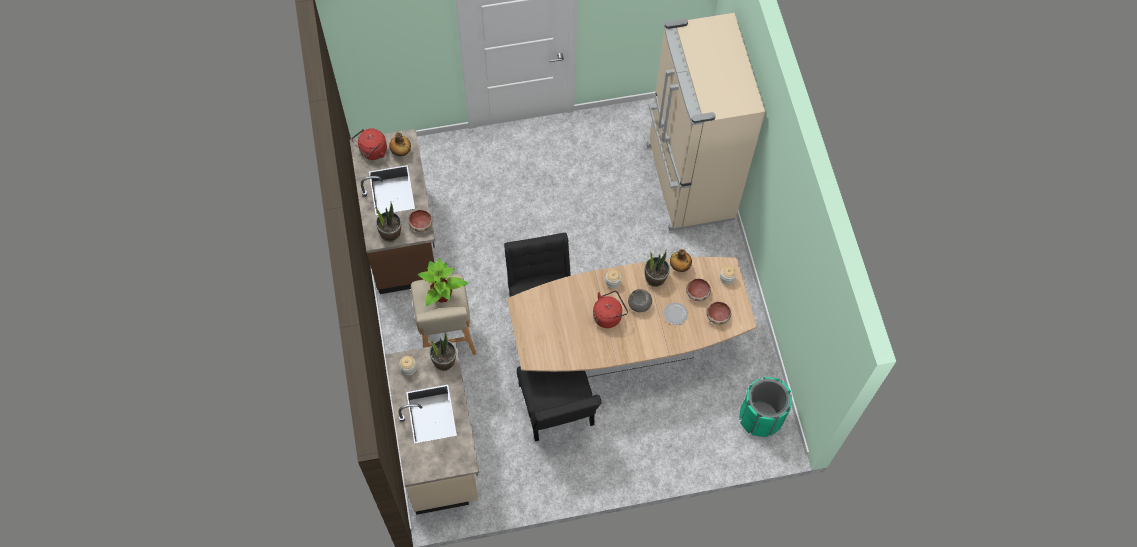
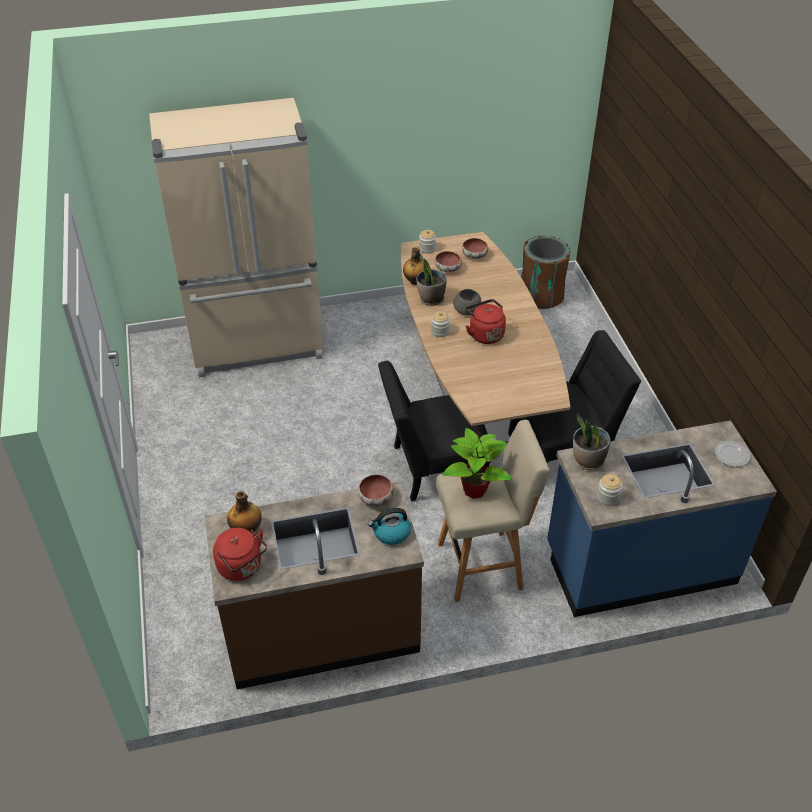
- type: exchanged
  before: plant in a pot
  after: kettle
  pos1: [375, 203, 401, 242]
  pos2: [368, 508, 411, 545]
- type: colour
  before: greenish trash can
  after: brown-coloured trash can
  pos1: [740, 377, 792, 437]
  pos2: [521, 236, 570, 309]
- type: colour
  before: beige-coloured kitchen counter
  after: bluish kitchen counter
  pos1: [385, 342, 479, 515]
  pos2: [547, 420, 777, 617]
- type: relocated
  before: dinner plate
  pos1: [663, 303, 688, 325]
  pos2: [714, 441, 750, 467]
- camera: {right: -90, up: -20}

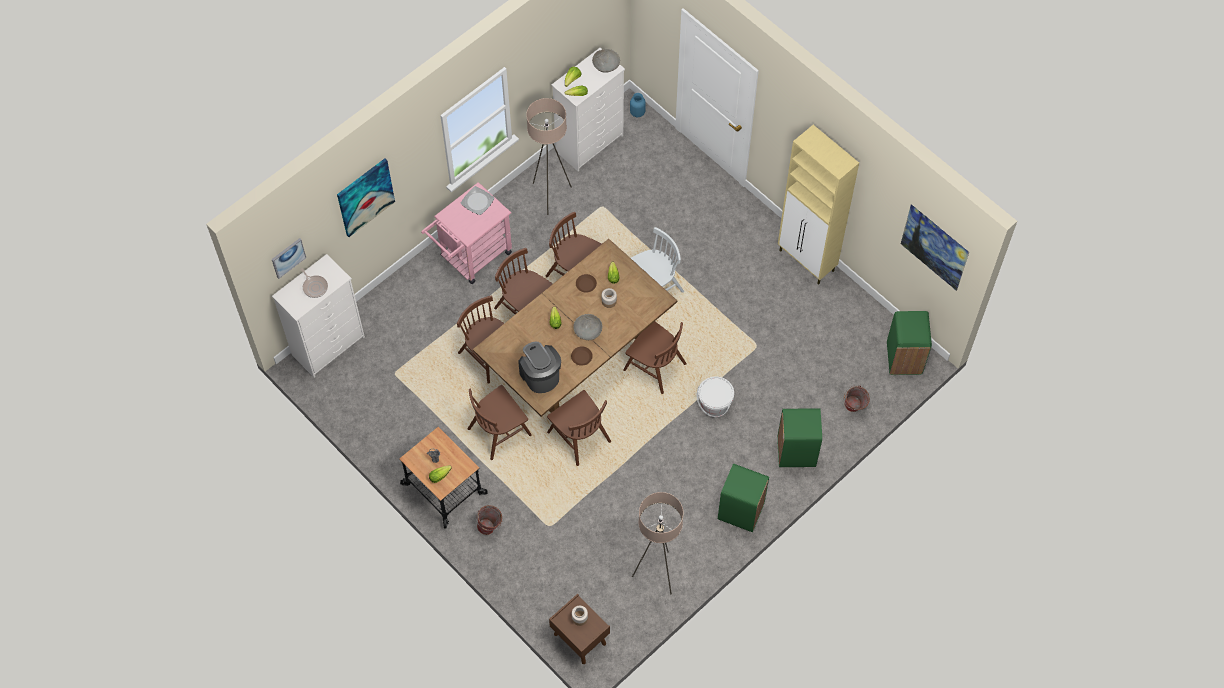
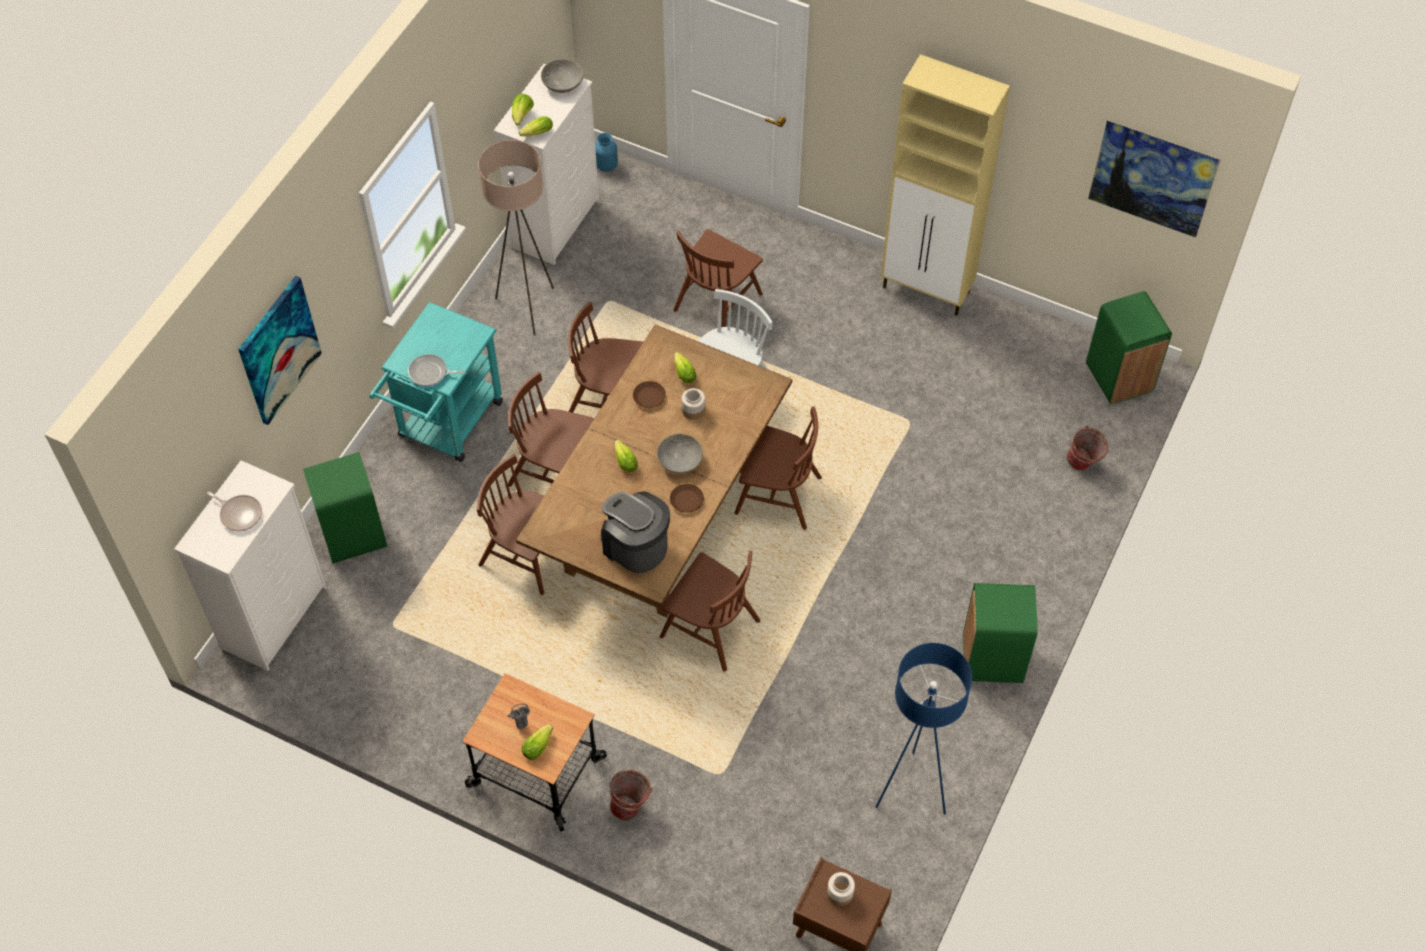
- type: relocated
  before: greenish trash can
  pos1: [777, 408, 822, 467]
  pos2: [303, 452, 387, 563]
- type: colour
  before: pink-coloured trolley
  after: turquoise trolley
  pos1: [421, 182, 512, 284]
  pos2: [369, 302, 503, 462]
- type: appeared
  after: frying pan
  pos2: [408, 354, 466, 387]
- type: relocated
  before: brown-coloured plain chair
  pos1: [468, 385, 532, 460]
  pos2: [673, 229, 763, 327]
- type: colour
  before: beige-coloured floor lamp
  after: bluish floor lamp
  pos1: [632, 492, 684, 594]
  pos2: [876, 643, 972, 815]
- type: missing
  before: wall art
  pos1: [272, 238, 306, 279]
- type: missing
  before: dinner plate
  pos1: [460, 186, 495, 215]
- type: missing
  before: whitish water bucket
  pos1: [697, 376, 734, 417]
- camera: {right: -20, up: -5}

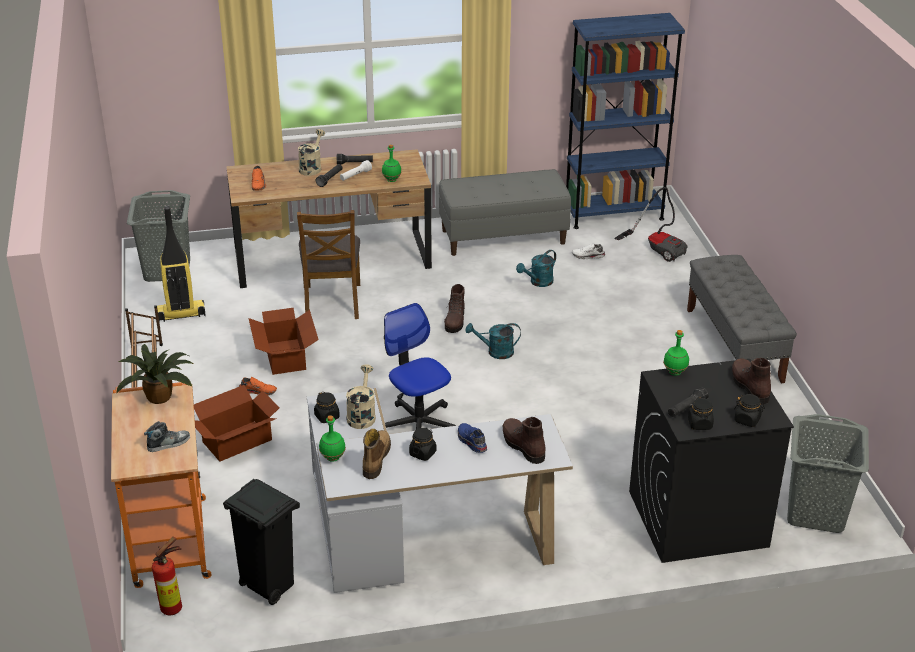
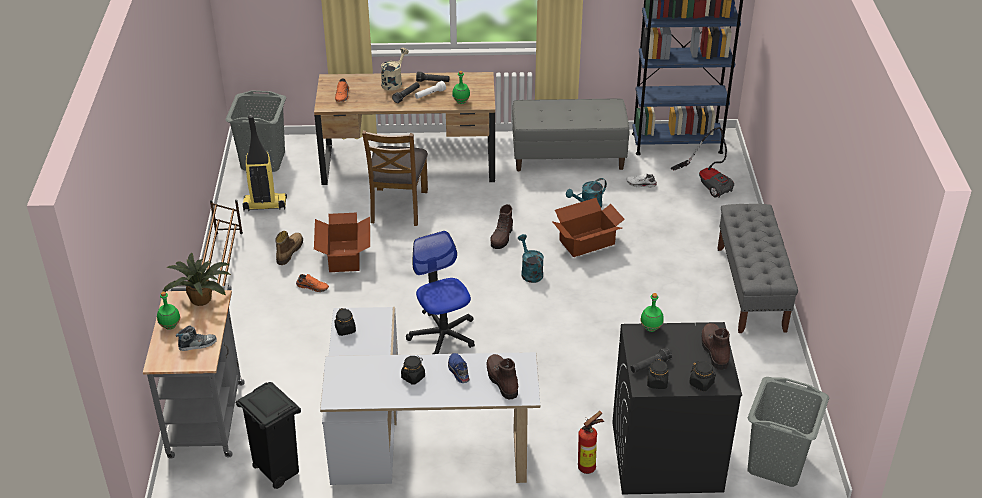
- type: colour
  before: orangey trolley
  after: gray trolley
  pos1: [111, 382, 211, 588]
  pos2: [143, 284, 245, 459]
- type: relocated
  before: greenish beverage bottle
  pos1: [319, 415, 346, 462]
  pos2: [157, 291, 180, 330]
- type: relocated
  before: tall boot
  pos1: [363, 429, 391, 479]
  pos2: [275, 231, 303, 265]
- type: spun
  before: turquoise sprinkling can
  pos1: [465, 323, 521, 359]
  pos2: [518, 234, 544, 283]
  turn: 60
- type: relocated
  before: carton
  pos1: [194, 385, 280, 461]
  pos2: [552, 198, 625, 257]
- type: relocated
  before: fire extinguisher
  pos1: [152, 536, 182, 615]
  pos2: [578, 411, 605, 474]
- type: missing
  before: beige-coloured sprinkling can
  pos1: [346, 364, 376, 429]
- camera: {right: 10, up: 5}

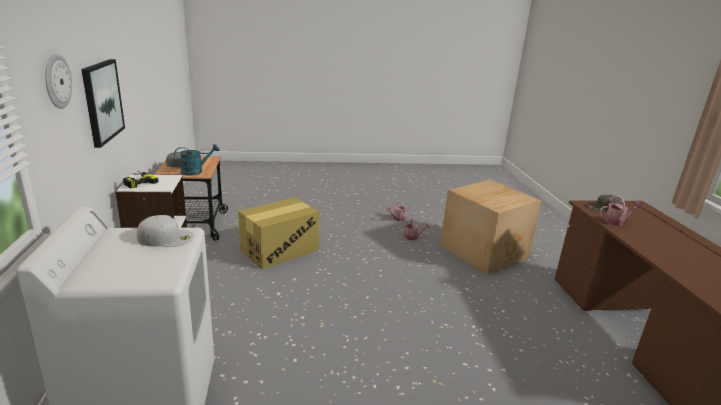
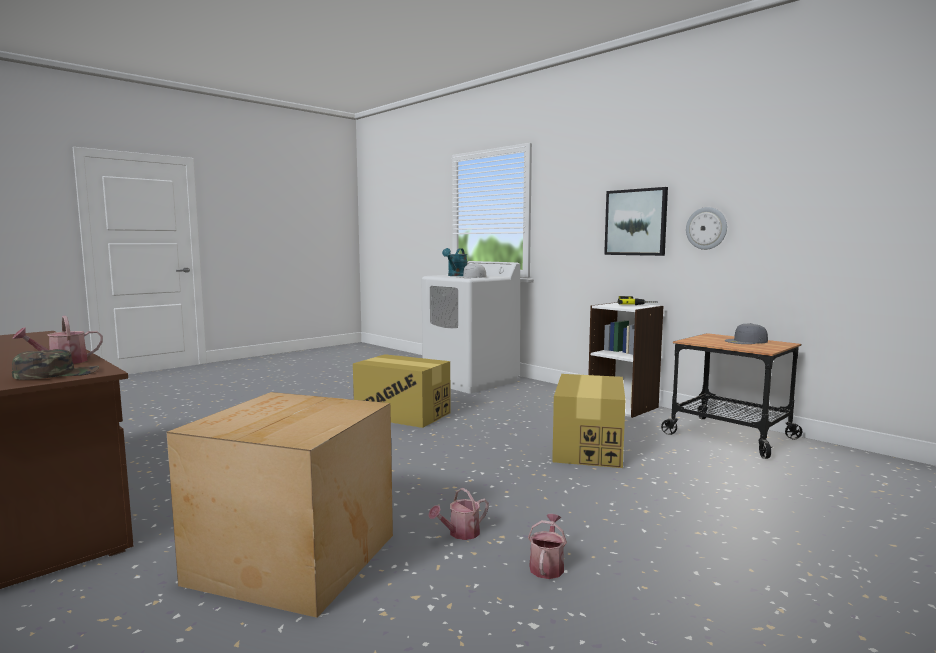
- type: appeared
  after: carton
  pos2: [353, 354, 451, 428]
- type: relocated
  before: turquoise sprinkling can
  pos1: [174, 144, 219, 176]
  pos2: [442, 248, 467, 276]
- type: relocated
  before: clock on the wall
  pos1: [45, 54, 72, 109]
  pos2: [686, 207, 727, 250]
- camera: {right: 145, up: -15}

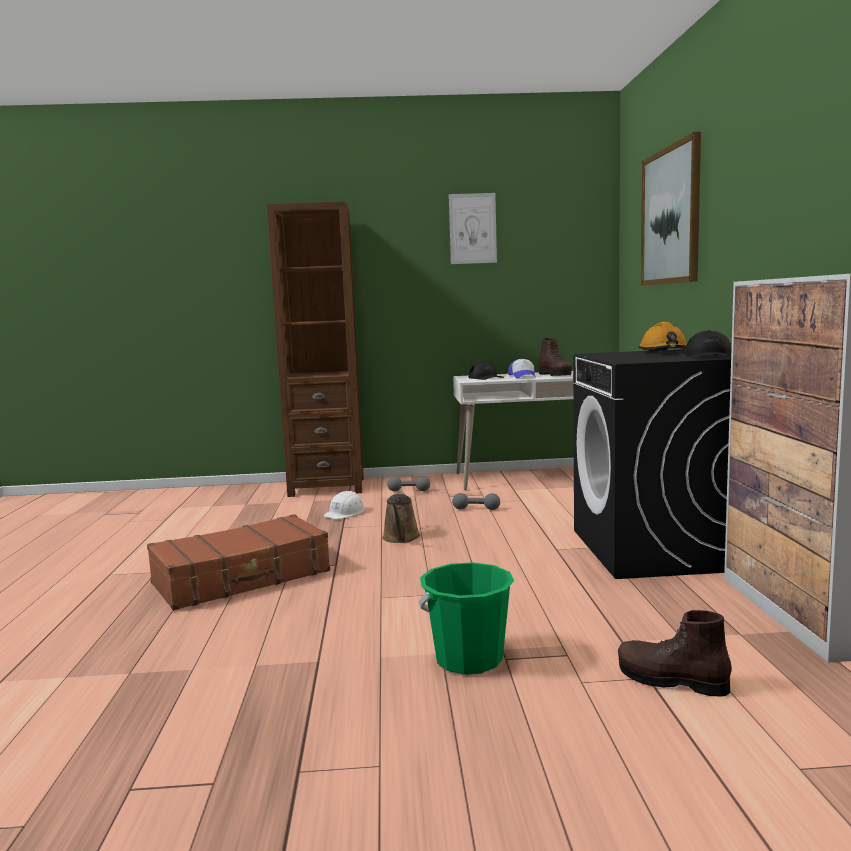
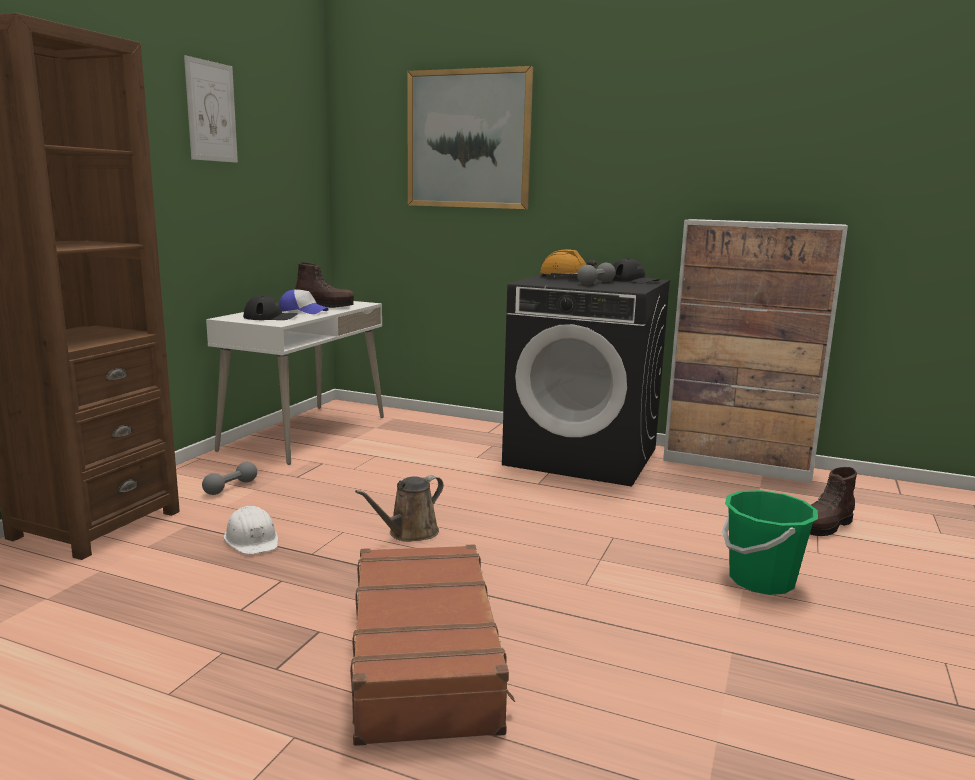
- type: spun
  before: brown-coloured sprinkling can
  pos1: [382, 493, 420, 543]
  pos2: [355, 475, 443, 542]
  turn: 105
- type: relocated
  before: gray hand weight
  pos1: [452, 493, 500, 510]
  pos2: [577, 263, 616, 285]
- camera: {right: -65, up: 5}

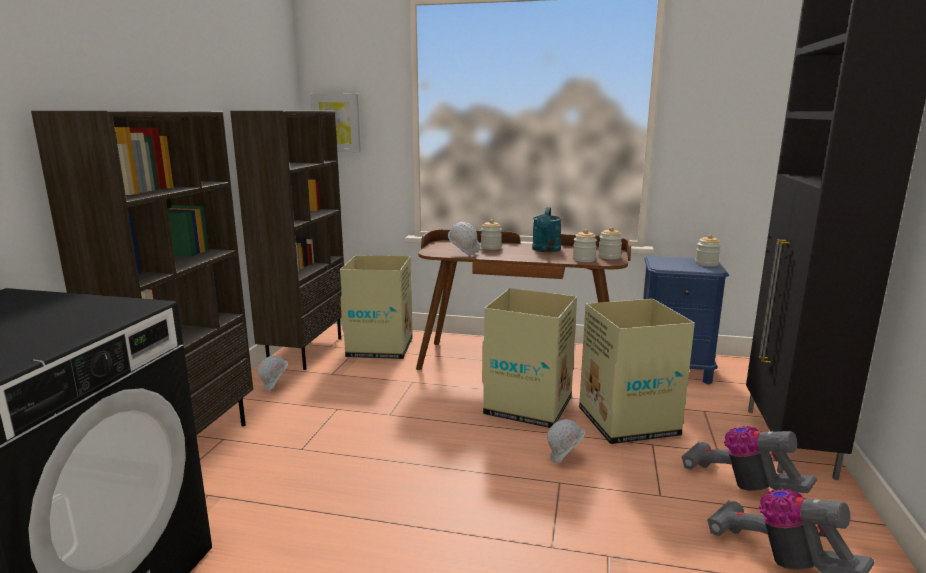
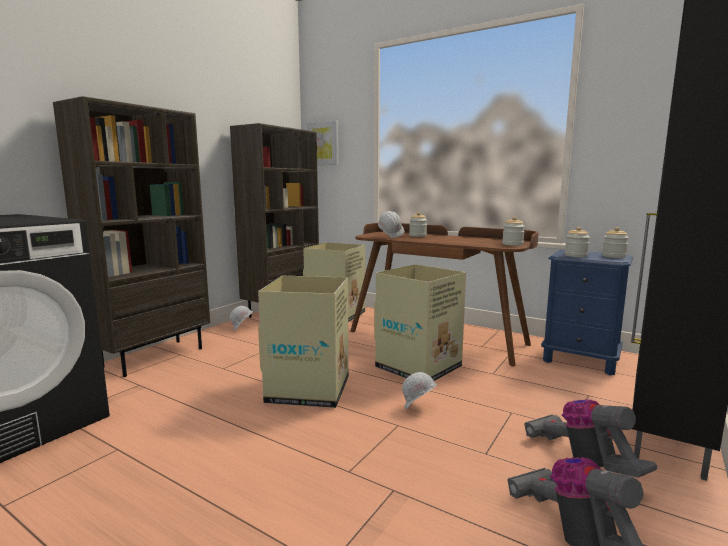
- type: relocated
  before: carton
  pos1: [579, 299, 695, 444]
  pos2: [258, 276, 349, 408]
- type: relocated
  before: jar
  pos1: [573, 229, 597, 262]
  pos2: [565, 227, 590, 257]
- type: missing
  before: turquoise sprinkling can
  pos1: [532, 207, 562, 252]
- camera: {right: 20, up: -5}

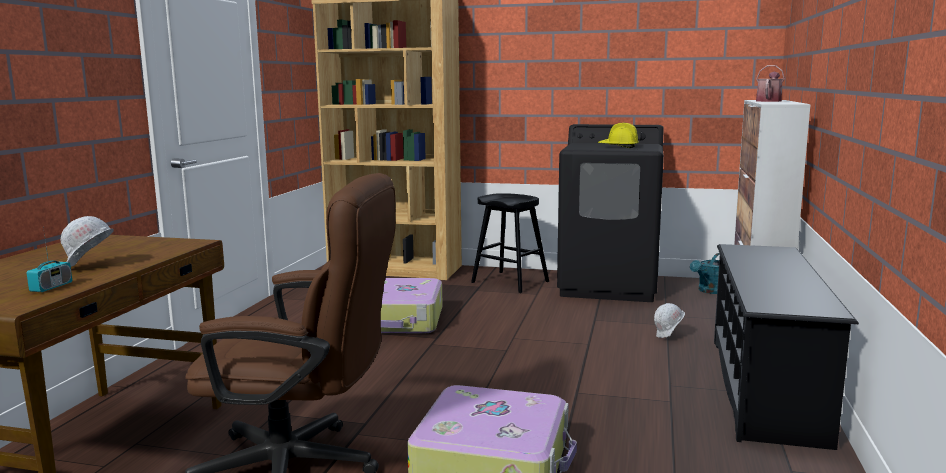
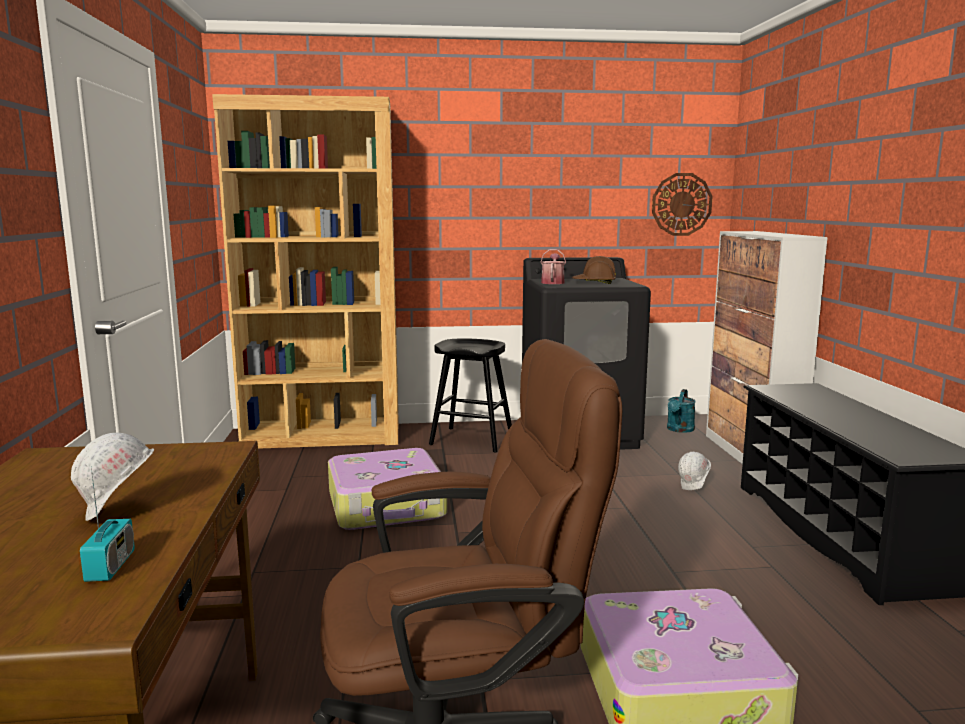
- type: relocated
  before: sprinkling can
  pos1: [756, 65, 785, 102]
  pos2: [541, 249, 566, 284]
- type: colour
  before: yellowish hard hat
  after: brown-coloured hard hat
  pos1: [598, 123, 639, 148]
  pos2: [572, 256, 616, 284]
- type: appeared
  after: clock on the wall
  pos2: [652, 173, 713, 236]
- camera: {right: -20, up: 0}

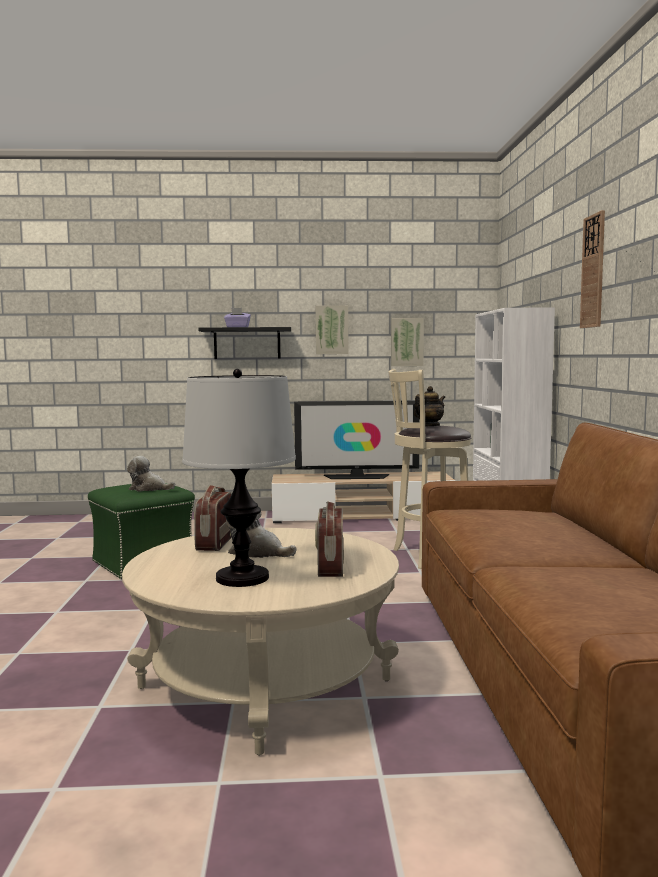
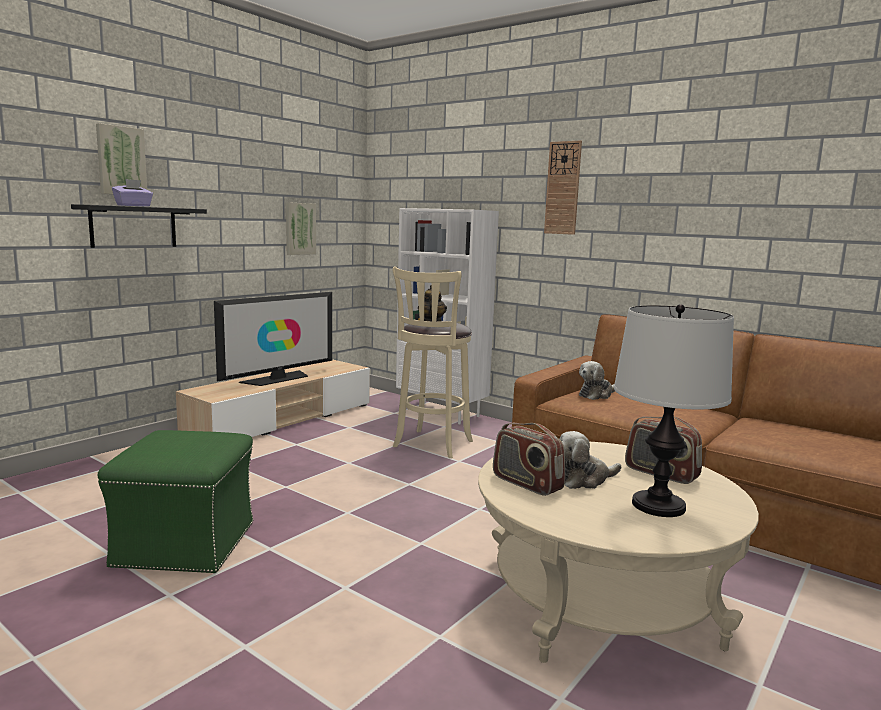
- type: relocated
  before: wall art
  pos1: [316, 305, 349, 354]
  pos2: [96, 123, 147, 194]
- type: relocated
  before: soft toy
  pos1: [127, 456, 175, 491]
  pos2: [579, 361, 615, 400]
- camera: {right: -50, up: 5}

